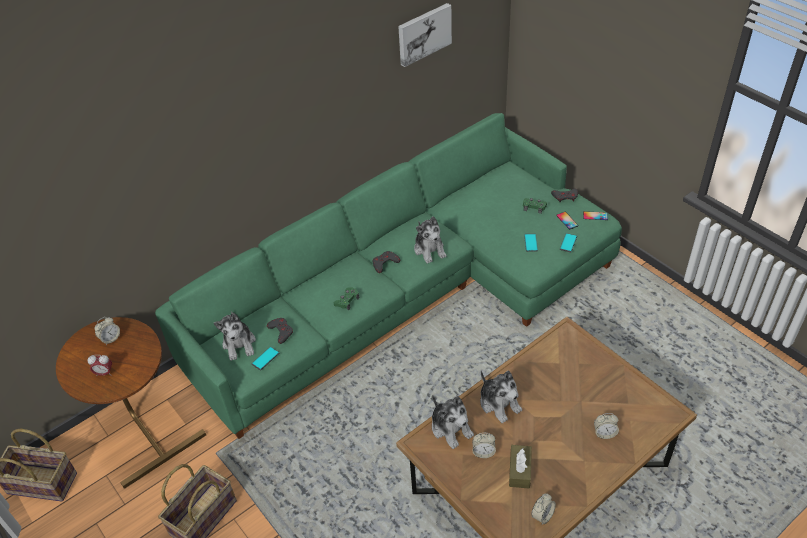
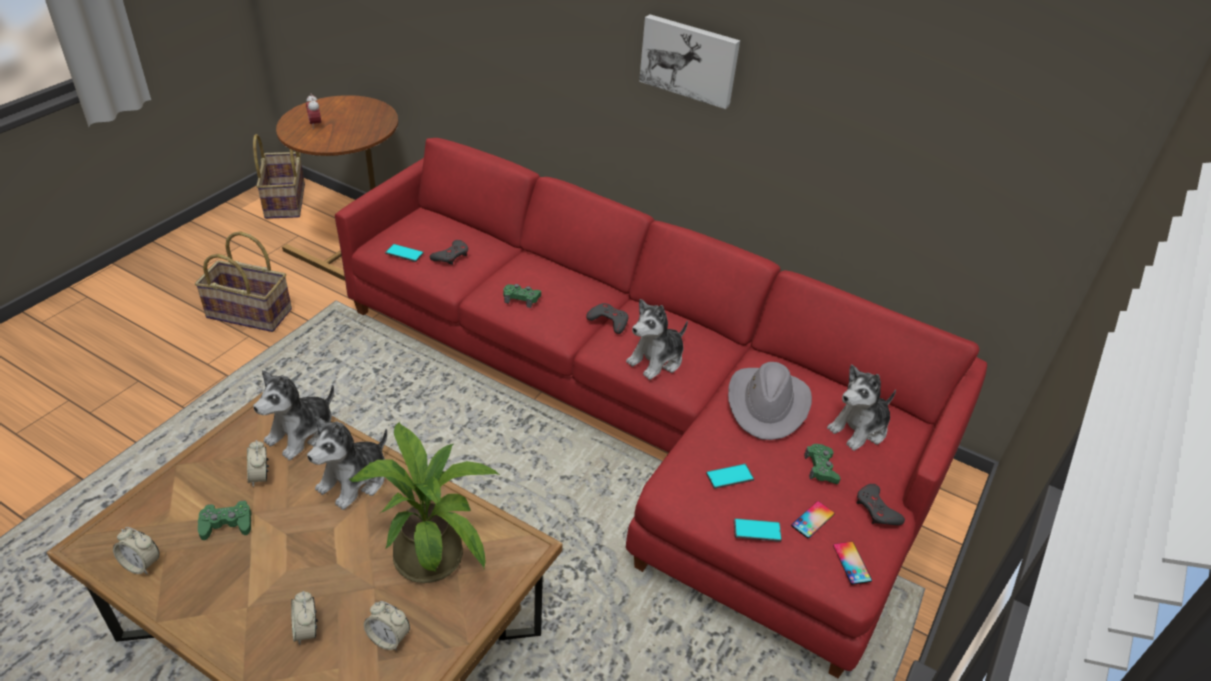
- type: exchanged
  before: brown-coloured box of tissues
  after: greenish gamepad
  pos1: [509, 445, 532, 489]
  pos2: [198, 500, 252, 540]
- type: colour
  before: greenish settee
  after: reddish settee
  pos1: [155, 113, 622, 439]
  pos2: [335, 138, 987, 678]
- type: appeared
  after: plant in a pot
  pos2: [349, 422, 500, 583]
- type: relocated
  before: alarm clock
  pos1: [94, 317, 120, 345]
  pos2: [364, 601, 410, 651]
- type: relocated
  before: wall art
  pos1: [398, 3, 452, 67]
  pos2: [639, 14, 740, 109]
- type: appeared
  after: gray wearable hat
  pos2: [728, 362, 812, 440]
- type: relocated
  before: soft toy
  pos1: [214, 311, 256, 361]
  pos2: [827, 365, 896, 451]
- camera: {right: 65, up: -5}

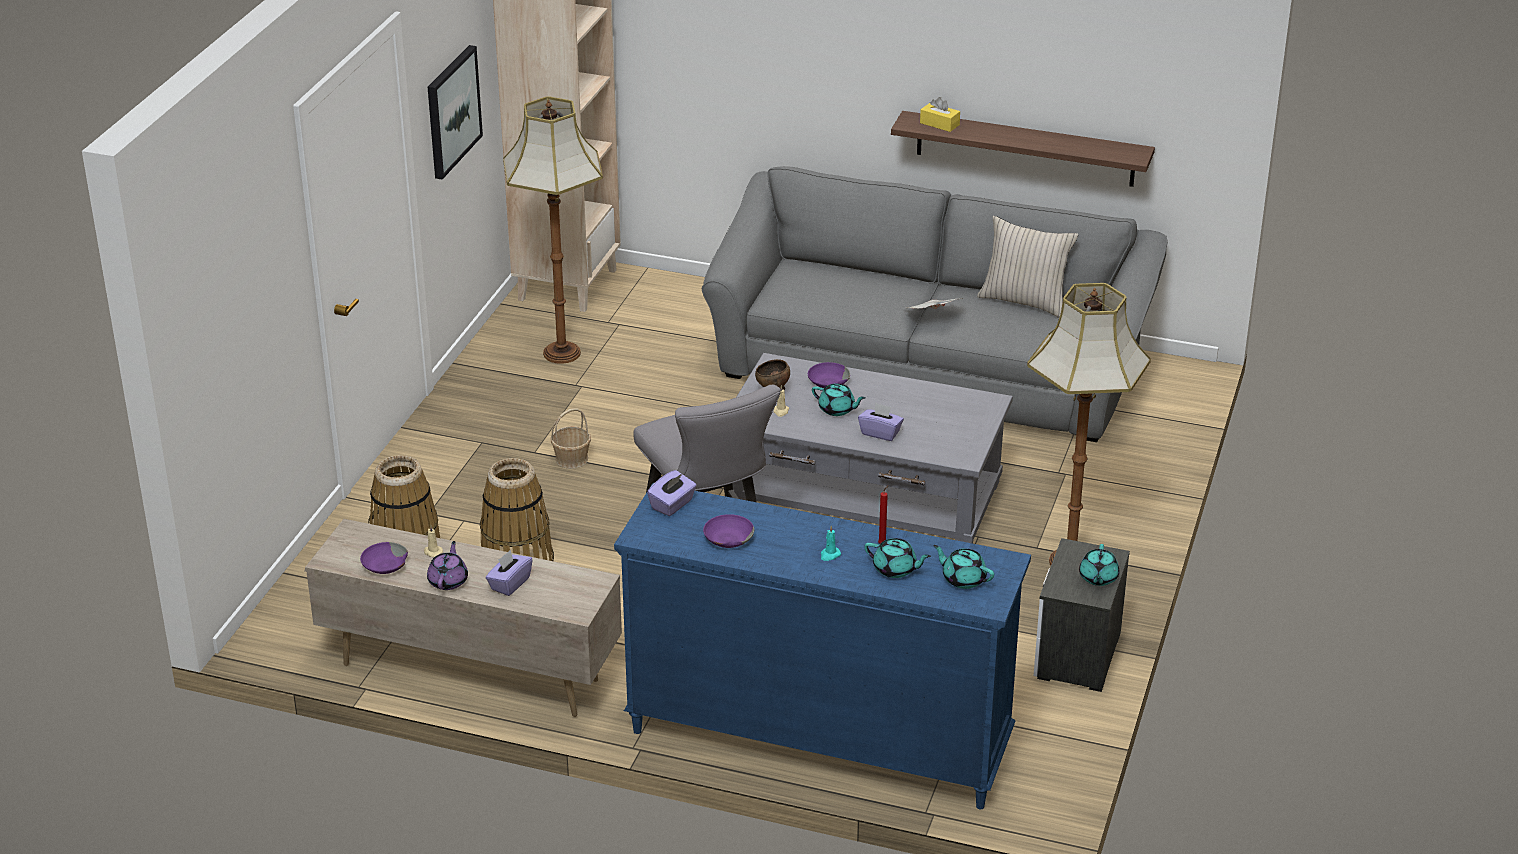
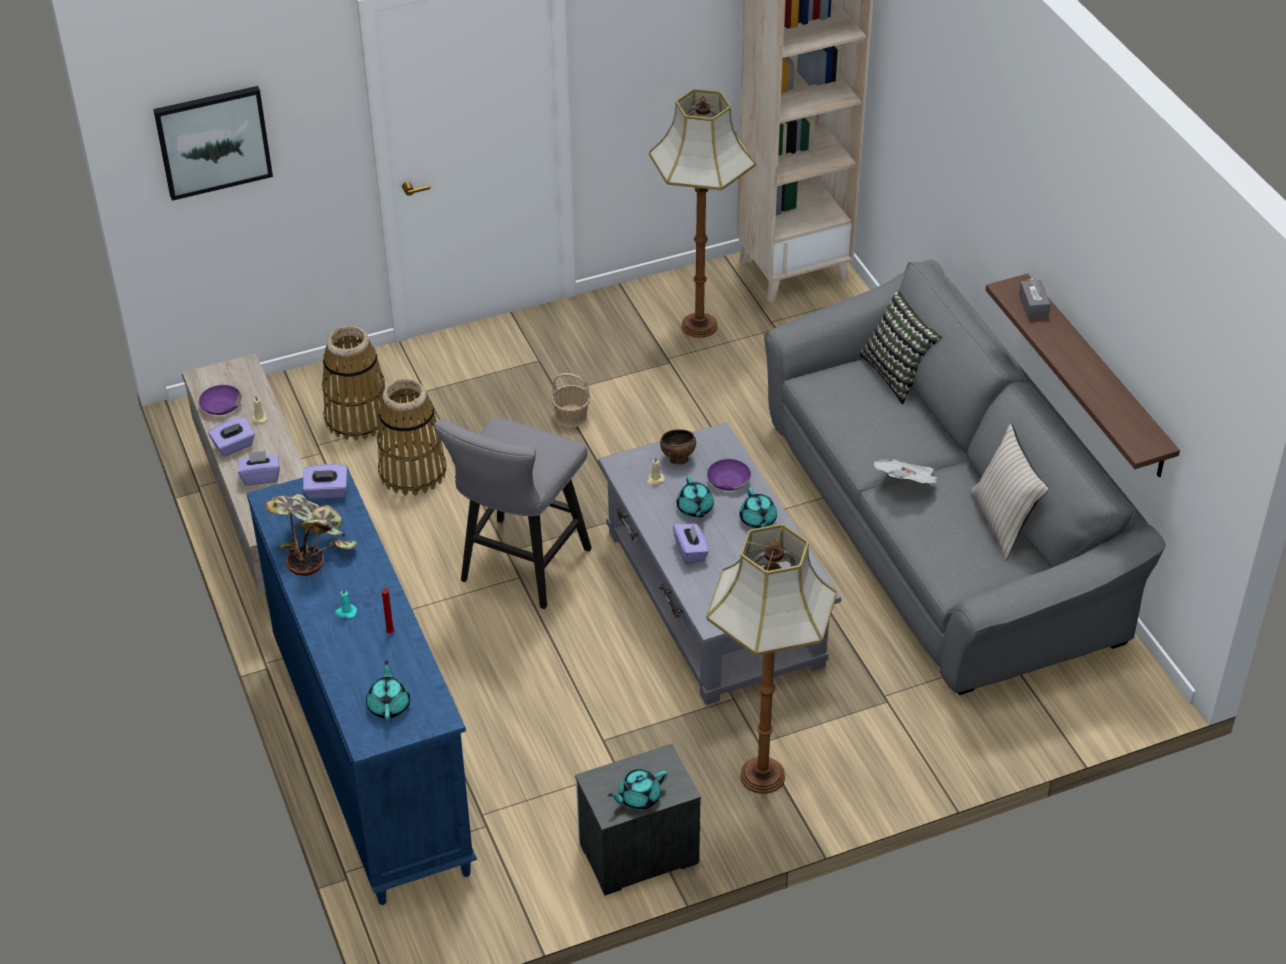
- type: relocated
  before: wall art
  pos1: [428, 45, 483, 180]
  pos2: [153, 86, 273, 201]
- type: exchanged
  before: purple teapot
  after: purple box of tissues
  pos1: [427, 541, 468, 590]
  pos2: [208, 417, 255, 456]
- type: exchanged
  before: purple serving bowl
  after: plant in a pot
  pos1: [703, 514, 754, 548]
  pos2: [265, 493, 357, 576]
- type: relocated
  before: turquoise teapot
  pos1: [864, 538, 931, 578]
  pos2: [739, 488, 777, 529]
- type: appeared
  after: pillow
  pos2: [860, 290, 942, 404]
- type: colour
  before: yellowish box of tissues
  after: gray box of tissues
  pos1: [920, 97, 960, 132]
  pos2: [1019, 278, 1051, 319]
- camera: {right: 50, up: 10}

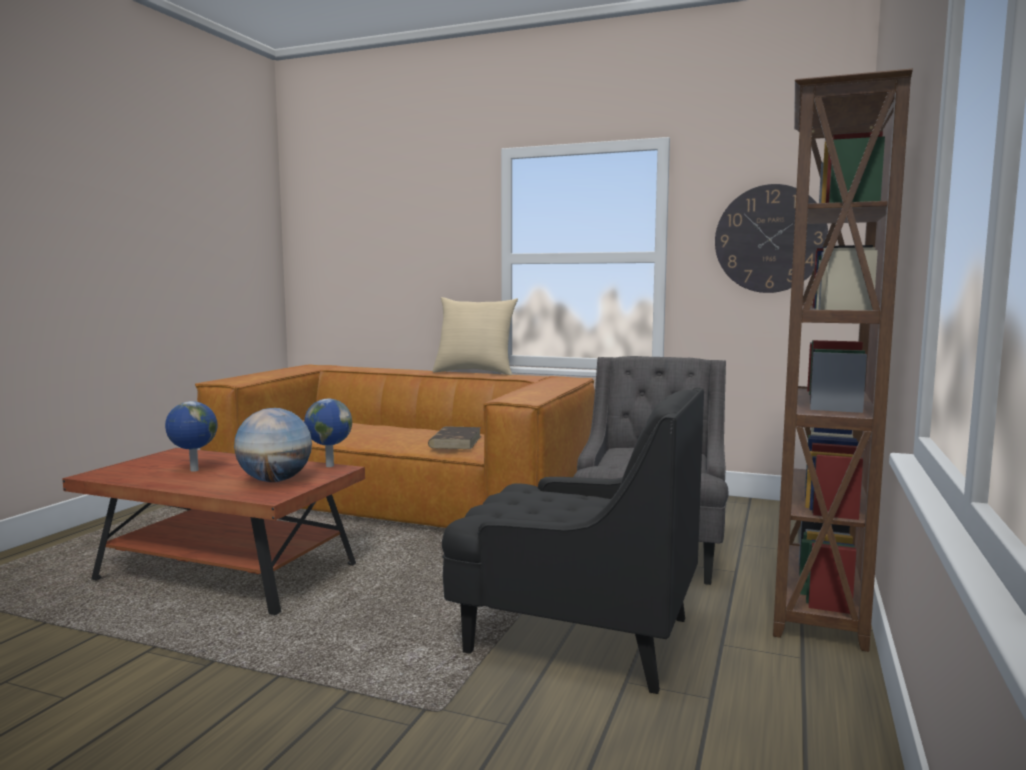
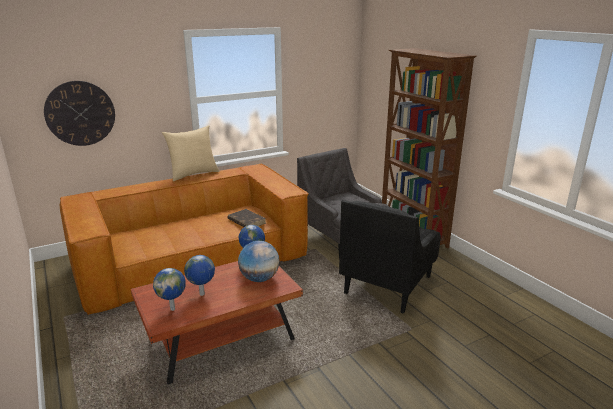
- type: relocated
  before: clock on the wall
  pos1: [715, 184, 828, 293]
  pos2: [44, 81, 115, 146]
- type: appeared
  after: globe
  pos2: [153, 268, 186, 311]
- type: spun
  before: blackish lounge chair
  pos1: [442, 387, 704, 694]
  pos2: [339, 200, 441, 314]
  turn: 150
- camera: {right: -50, up: 15}

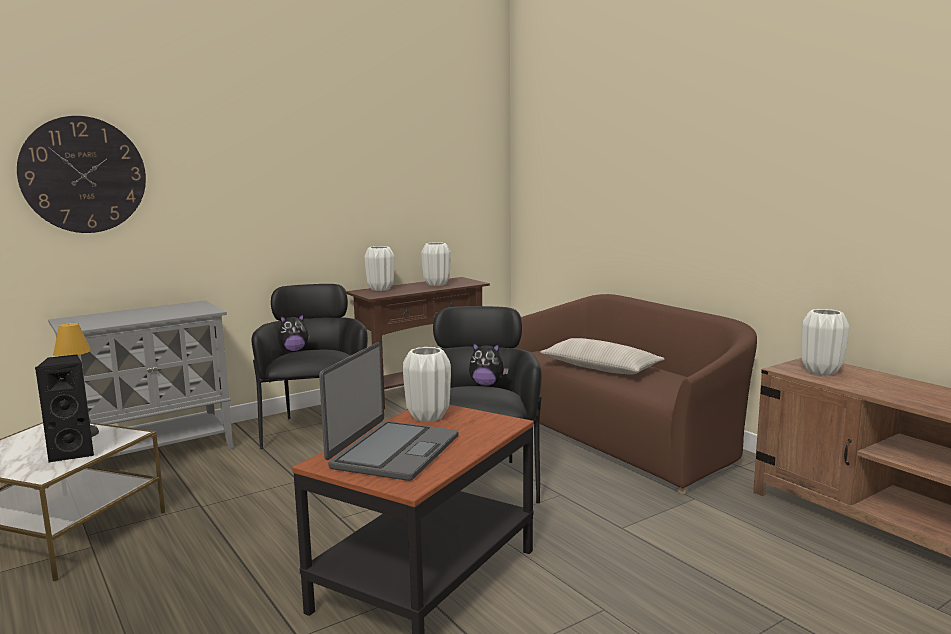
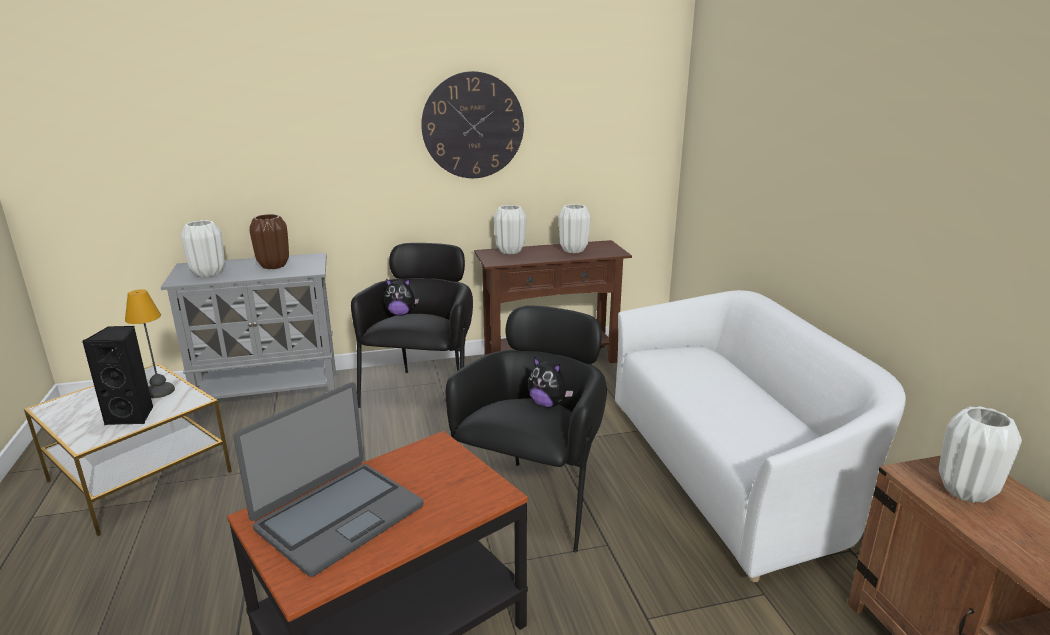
- type: relocated
  before: whitish decorative vase
  pos1: [403, 347, 451, 422]
  pos2: [181, 220, 225, 277]
- type: appeared
  after: brown-coloured decorative vase
  pos2: [250, 214, 289, 269]
- type: relocated
  before: clock on the wall
  pos1: [17, 116, 146, 233]
  pos2: [421, 71, 524, 178]
- type: colour
  before: brown-coloured settee
  after: whitish settee
  pos1: [515, 294, 757, 494]
  pos2: [615, 290, 906, 582]
- type: missing
  before: beige-coloured pillow
  pos1: [540, 338, 665, 375]
- camera: {right: 20, up: 10}

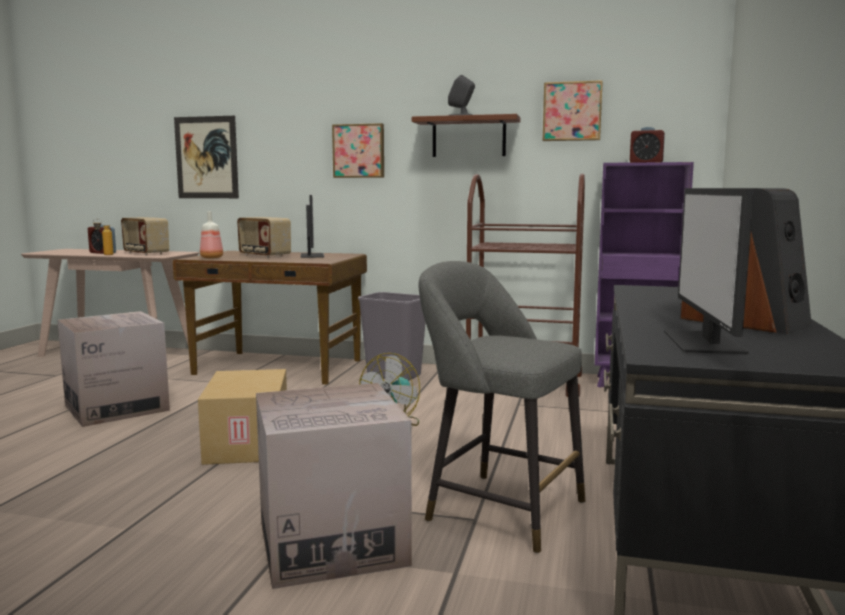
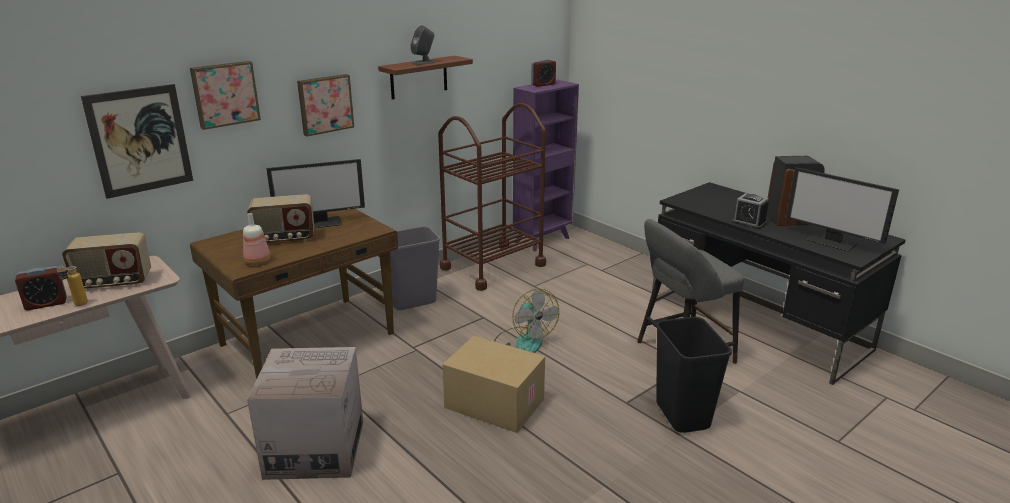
- type: relocated
  before: wall art
  pos1: [542, 80, 603, 141]
  pos2: [190, 61, 261, 130]
- type: spun
  before: computer display
  pos1: [301, 194, 324, 258]
  pos2: [266, 159, 365, 228]
  turn: 135
- type: exchanged
  before: carton
  after: blackish trash can
  pos1: [256, 383, 412, 589]
  pos2: [656, 317, 732, 433]
- type: appeared
  after: alarm clock
  pos2: [732, 193, 769, 229]
- camera: {right: -55, up: 15}

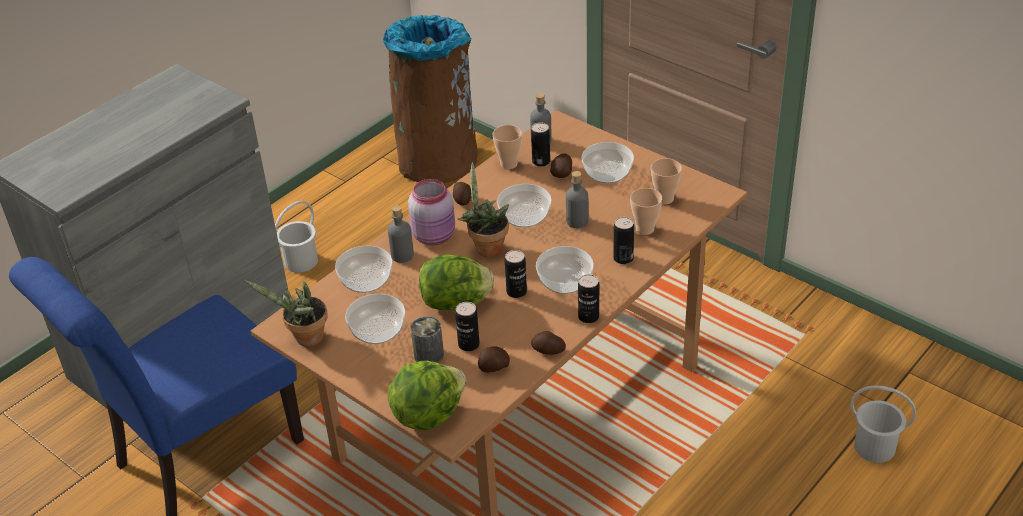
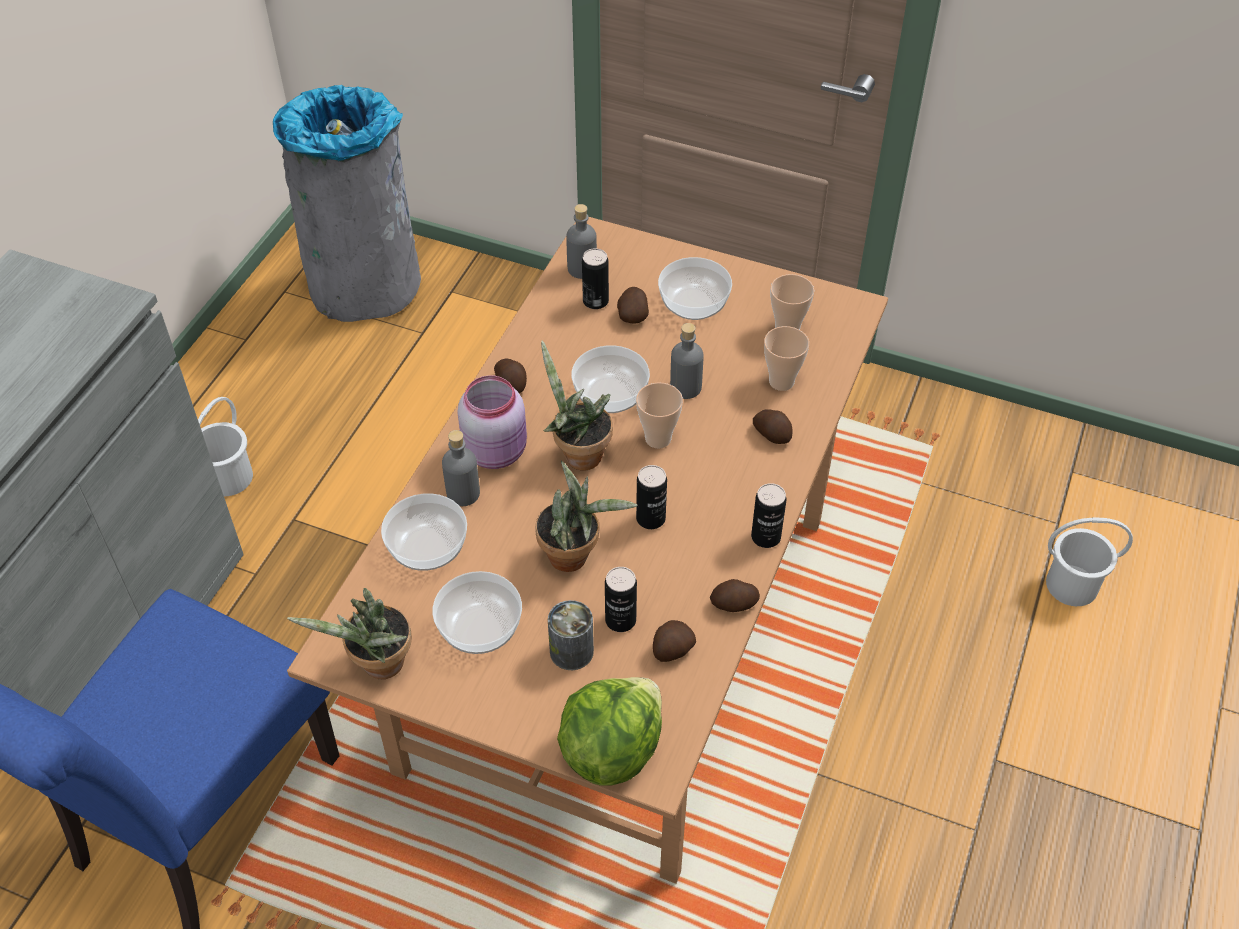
- type: colour
  before: brown-coloured trash can
  after: gray trash can
  pos1: [383, 15, 478, 183]
  pos2: [273, 85, 421, 322]
- type: exchanged
  before: lettuce
  after: plant in a pot
  pos1: [419, 254, 494, 310]
  pos2: [535, 460, 638, 572]
- type: relocated
  before: drinking cup
  pos1: [492, 125, 522, 169]
  pos2: [636, 382, 683, 448]
- type: exchanged
  before: can
  after: whole potato
  pos1: [613, 217, 634, 264]
  pos2: [753, 409, 793, 444]
- type: missing
  before: serving bowl
  pos1: [536, 246, 594, 294]
- camera: {right: -20, up: 10}

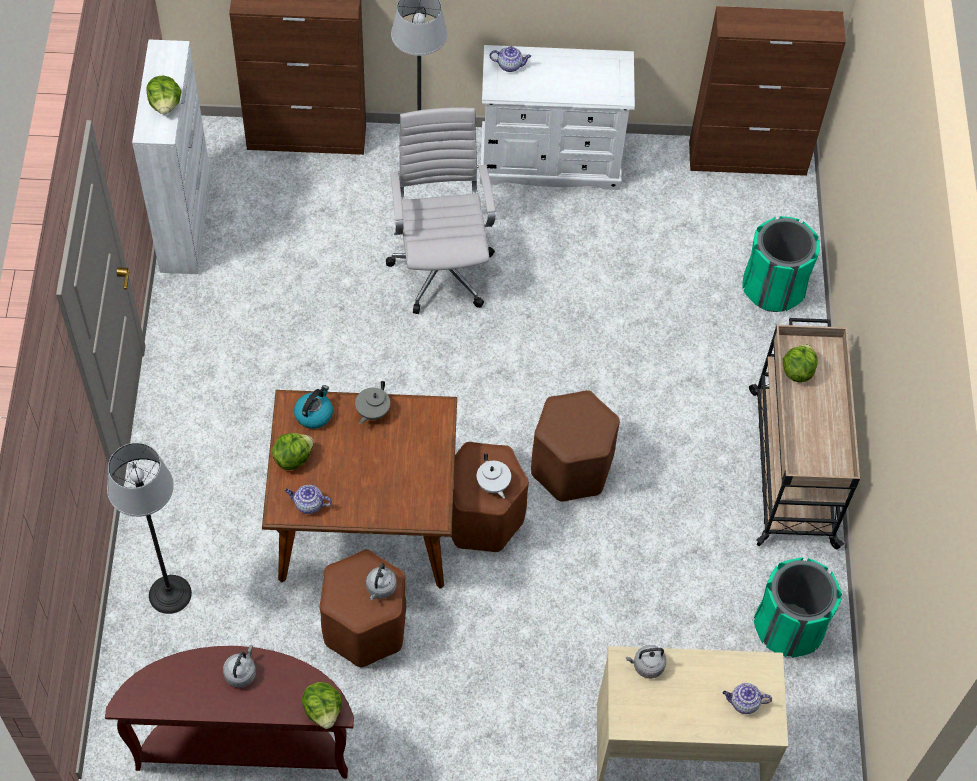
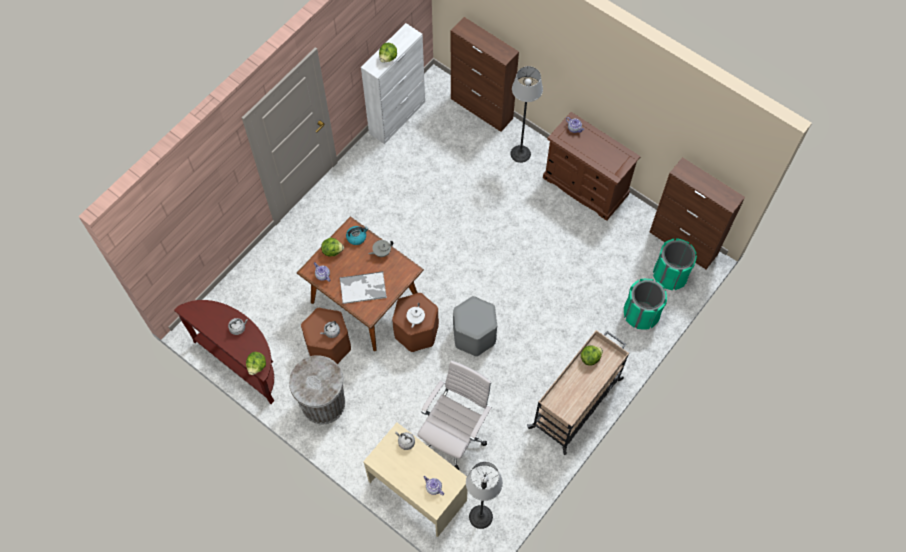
- type: appeared
  after: gray trash can
  pos2: [289, 355, 345, 424]
- type: appeared
  after: carrying tray
  pos2: [339, 271, 387, 304]
- type: relocated
  before: whitish desk chair
  pos1: [386, 107, 496, 314]
  pos2: [417, 360, 492, 470]
- type: colour
  before: brown-coloured stool
  after: gray stool
  pos1: [531, 390, 620, 502]
  pos2: [453, 296, 497, 356]
- type: relocated
  before: floor lamp
  pos1: [107, 443, 192, 614]
  pos2: [466, 462, 503, 529]
- type: colour
  before: whitish dresser
  after: brown-coloured dresser
  pos1: [480, 45, 635, 190]
  pos2: [543, 112, 641, 221]
- type: relocated
  before: greenish trash can
  pos1: [754, 557, 842, 658]
  pos2: [653, 238, 697, 290]
- camera: {right: 40, up: 5}

